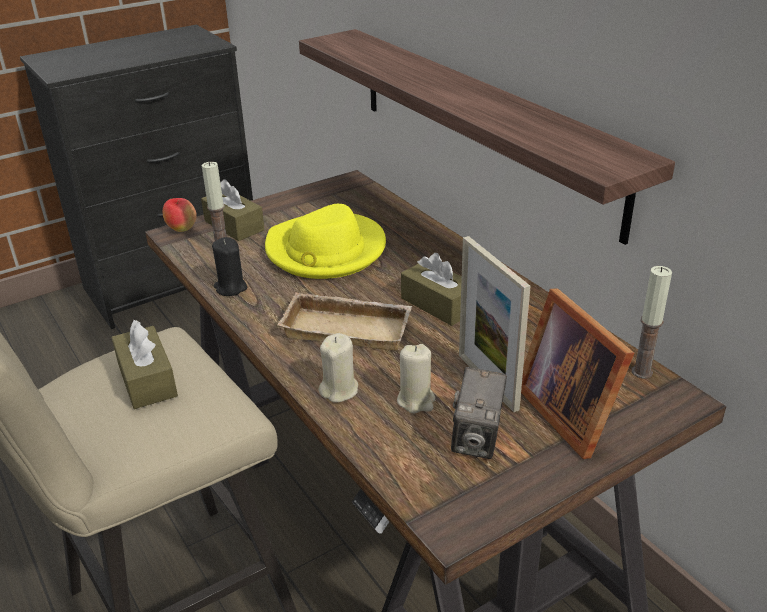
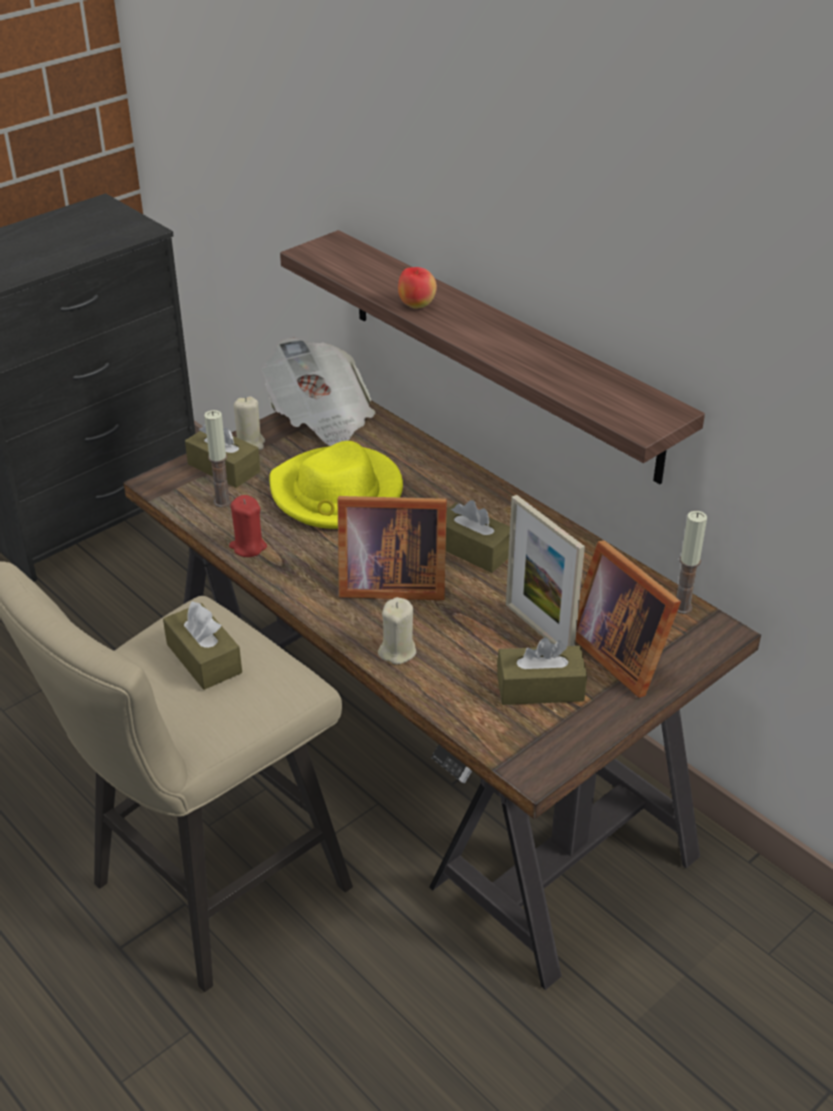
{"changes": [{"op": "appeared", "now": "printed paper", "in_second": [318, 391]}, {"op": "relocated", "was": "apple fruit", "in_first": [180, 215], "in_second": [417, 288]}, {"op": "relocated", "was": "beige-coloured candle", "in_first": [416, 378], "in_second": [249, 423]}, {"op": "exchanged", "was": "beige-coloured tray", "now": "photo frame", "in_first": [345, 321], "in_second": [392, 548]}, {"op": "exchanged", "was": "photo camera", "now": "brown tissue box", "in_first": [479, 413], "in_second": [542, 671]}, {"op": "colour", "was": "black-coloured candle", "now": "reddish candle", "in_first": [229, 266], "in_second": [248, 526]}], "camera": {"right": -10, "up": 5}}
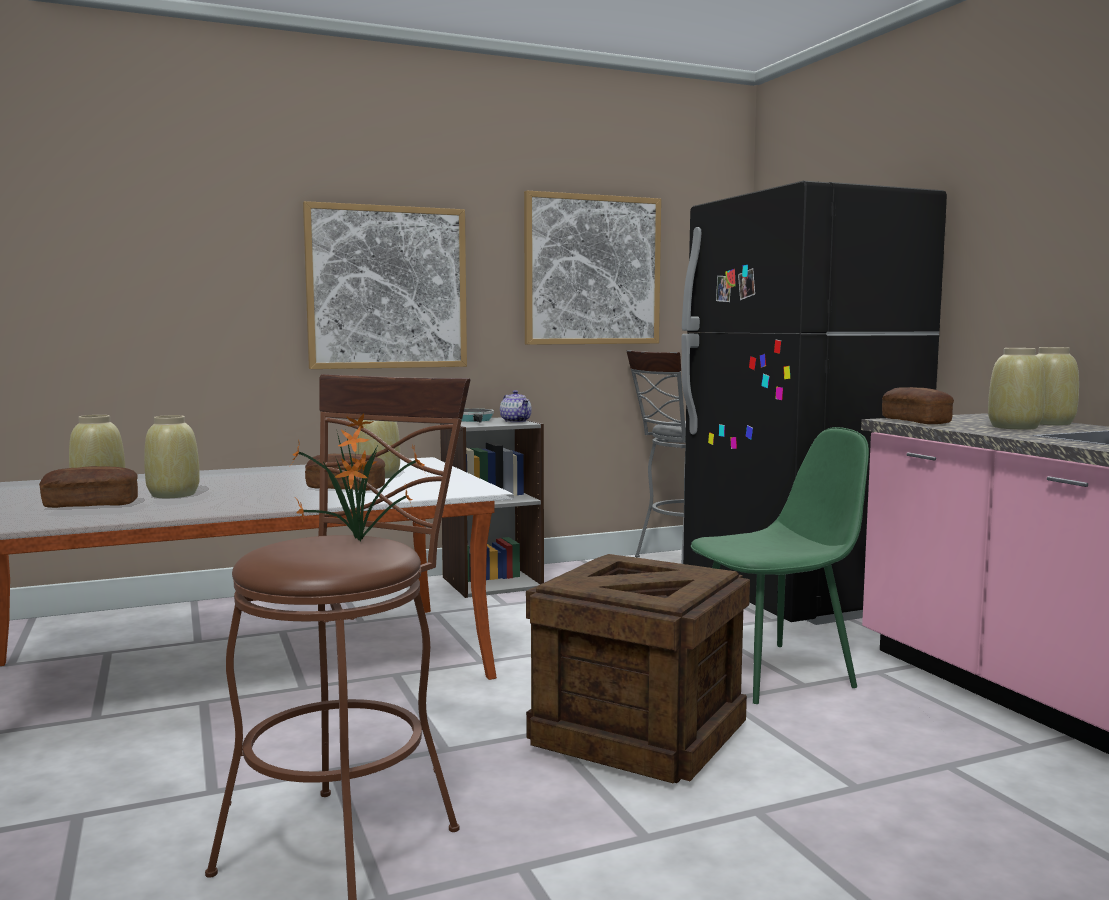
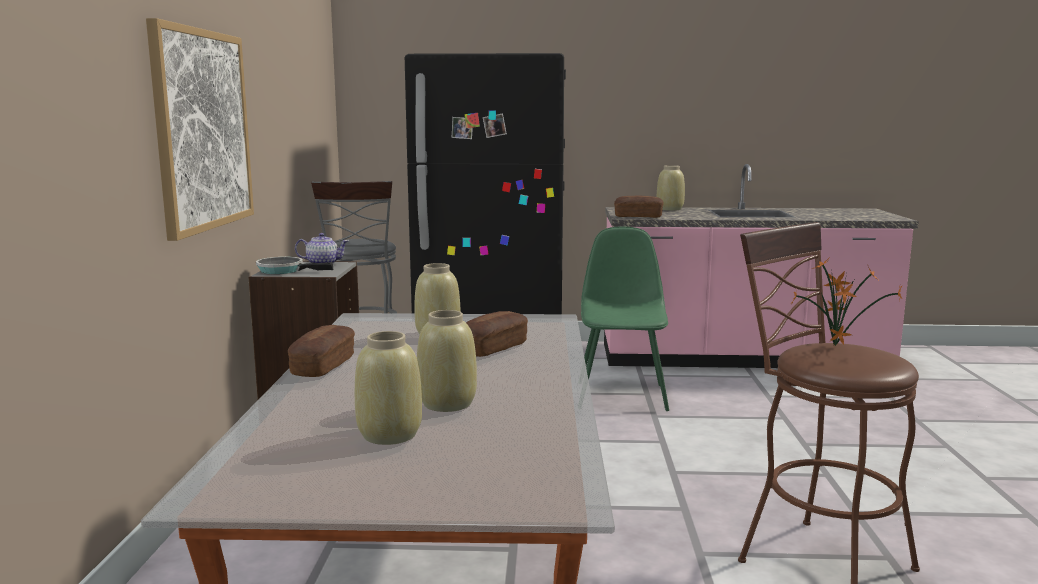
{"changes": [{"op": "missing", "was": "wall art", "in_first": [592, 268]}, {"op": "missing", "was": "crate", "in_first": [638, 669]}, {"op": "missing", "was": "beige-coloured decorative vase", "in_first": [1016, 389]}, {"op": "relocated", "was": "bread", "in_first": [88, 487], "in_second": [321, 351]}], "camera": {"right": -65, "up": 5}}
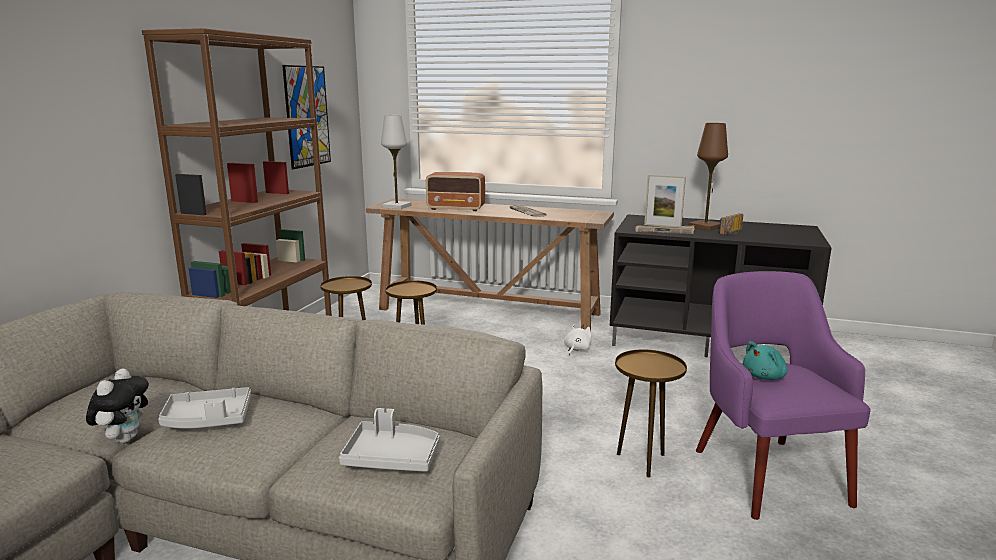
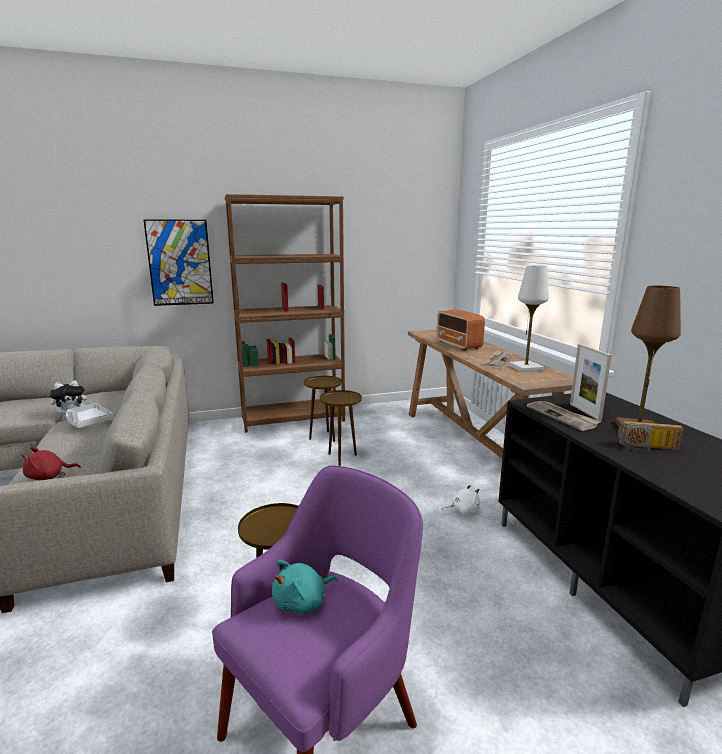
{"changes": [{"op": "relocated", "was": "wall art", "in_first": [306, 117], "in_second": [178, 262]}, {"op": "relocated", "was": "white table lamp", "in_first": [396, 162], "in_second": [529, 319]}, {"op": "exchanged", "was": "greyish tray", "now": "reddish cuddly toy", "in_first": [389, 440], "in_second": [51, 463]}, {"op": "spun", "was": "turquoise cuddly toy", "in_first": [765, 360], "in_second": [305, 586], "clockwise": -60}], "camera": {"right": 55, "up": 0}}
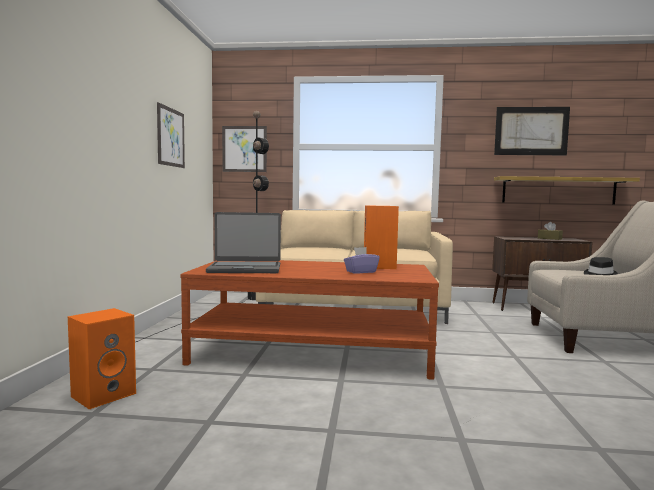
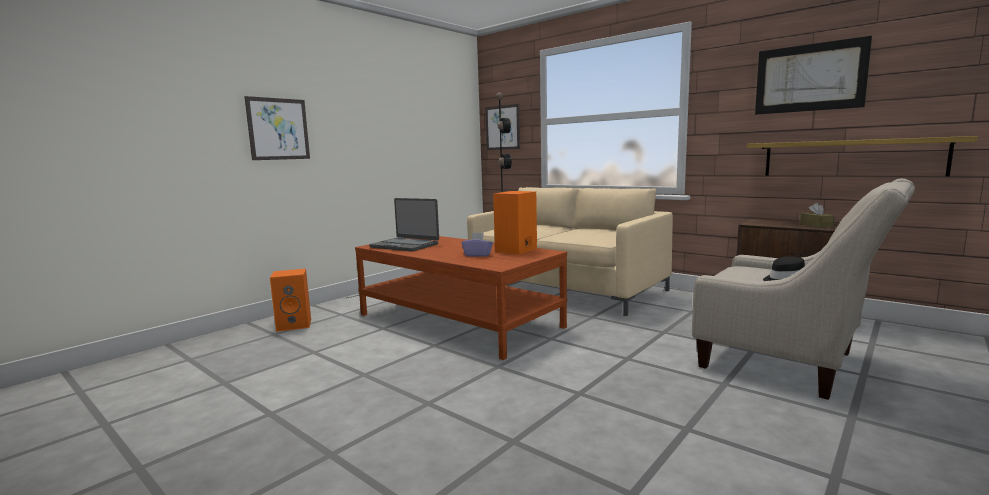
{"changes": [{"op": "relocated", "was": "wall art", "in_first": [171, 135], "in_second": [277, 128]}], "camera": {"right": 35, "up": 5}}
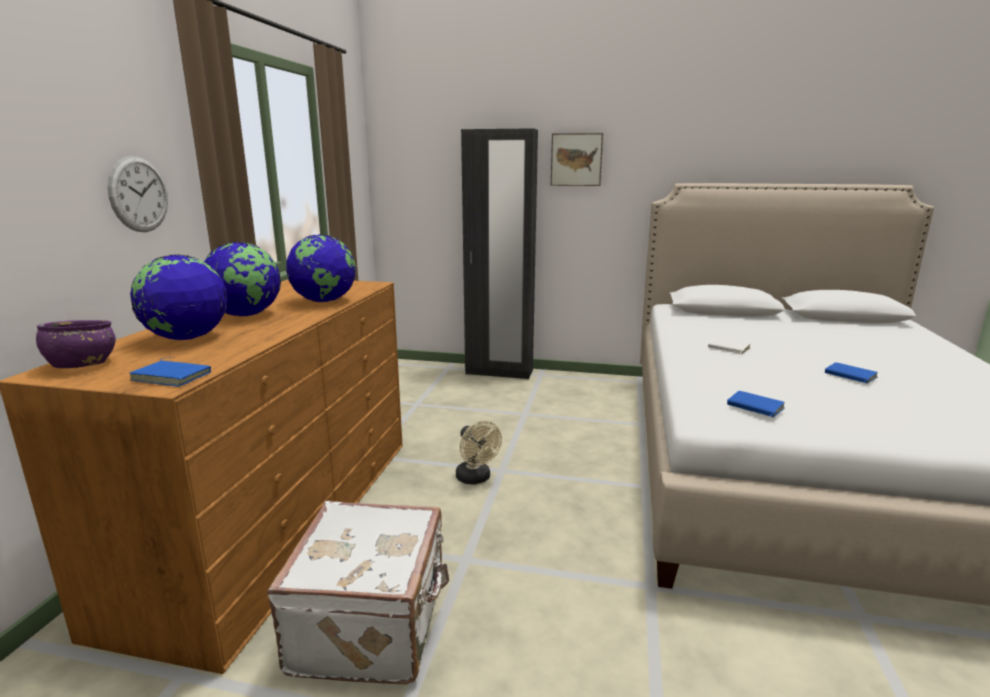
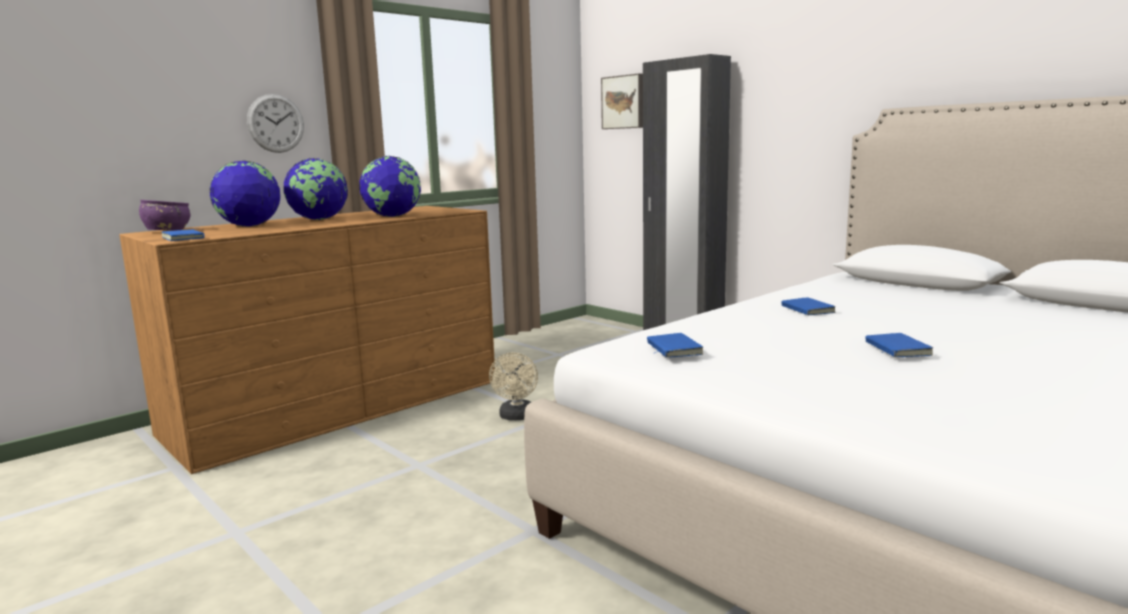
{"changes": [{"op": "missing", "was": "white piece of luggage", "in_first": [358, 592]}, {"op": "relocated", "was": "wall art", "in_first": [577, 159], "in_second": [622, 101]}, {"op": "colour", "was": "white volume", "now": "blue volume", "in_first": [729, 346], "in_second": [808, 306]}], "camera": {"right": 35, "up": -5}}
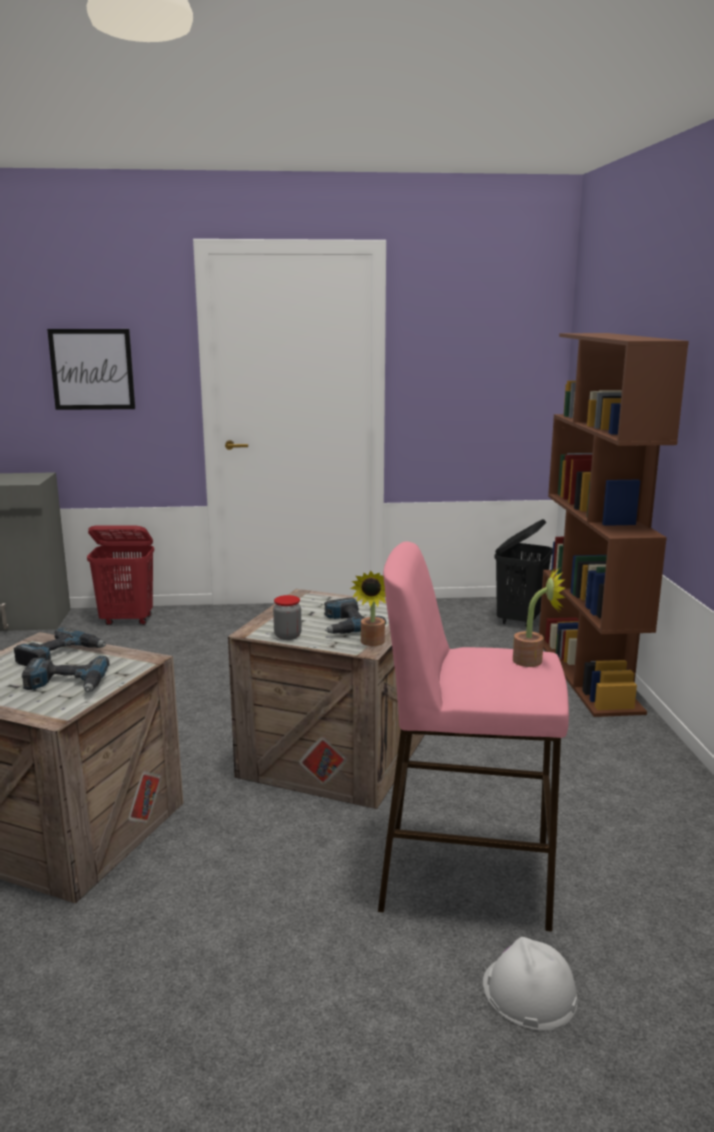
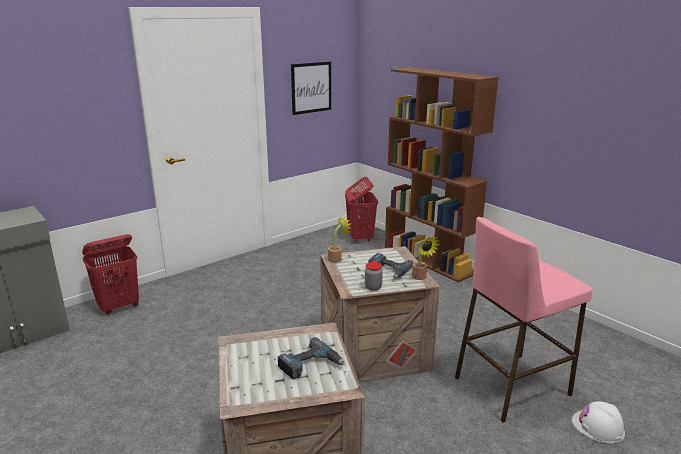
{"changes": [{"op": "missing", "was": "electric drill", "in_first": [60, 646]}, {"op": "relocated", "was": "wall art", "in_first": [91, 369], "in_second": [311, 88]}, {"op": "relocated", "was": "plant in a pot", "in_first": [539, 617], "in_second": [339, 239]}, {"op": "colour", "was": "black-coloured hamper", "now": "reddish hamper", "in_first": [524, 573], "in_second": [361, 209]}], "camera": {"right": -35, "up": 5}}
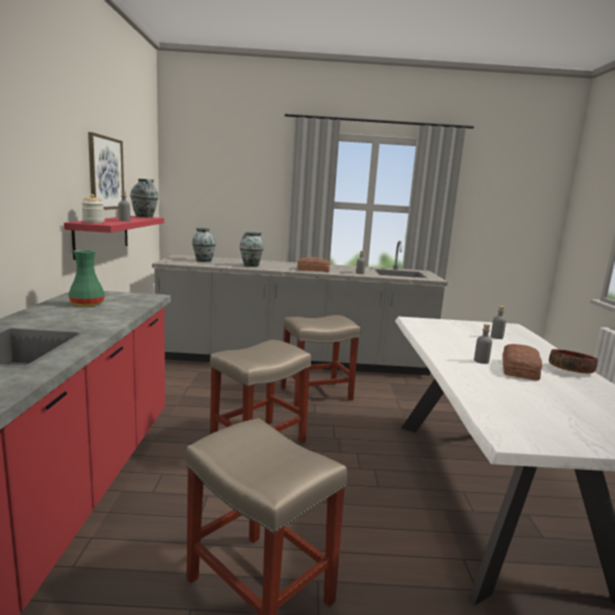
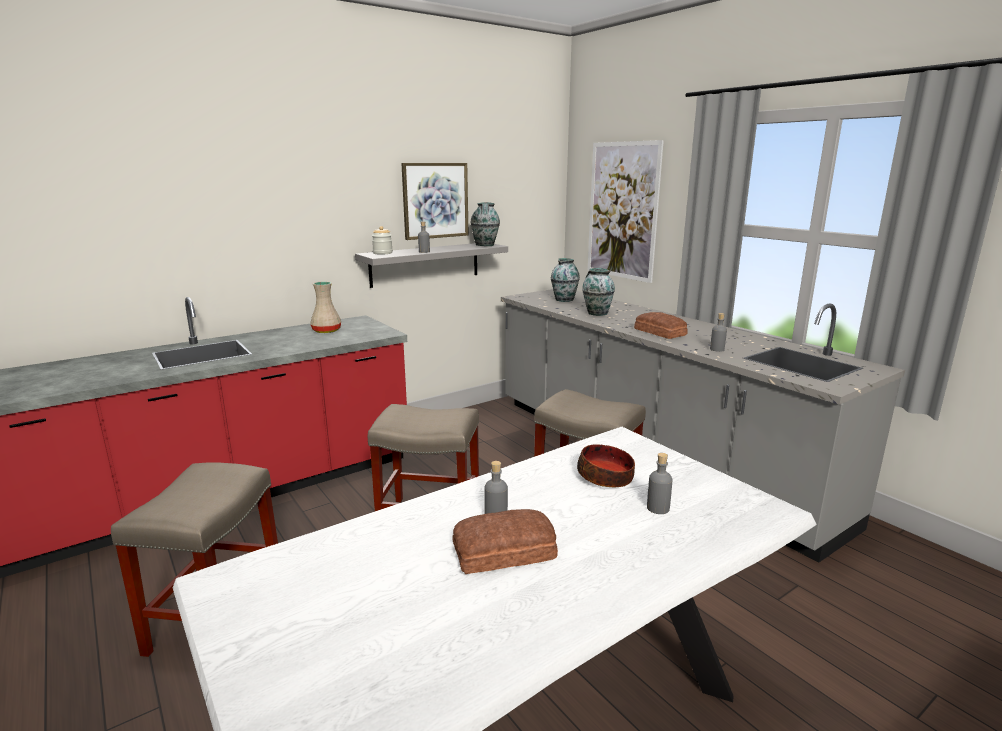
{"changes": [{"op": "appeared", "now": "wall art", "in_second": [626, 211]}, {"op": "relocated", "was": "bowl", "in_first": [573, 361], "in_second": [606, 465]}, {"op": "colour", "was": "reddish bracket shelf", "now": "greyish bracket shelf", "in_first": [114, 238], "in_second": [431, 265]}, {"op": "colour", "was": "green-coloured decorative vase", "now": "beige-coloured decorative vase", "in_first": [87, 278], "in_second": [325, 307]}], "camera": {"right": 55, "up": 5}}
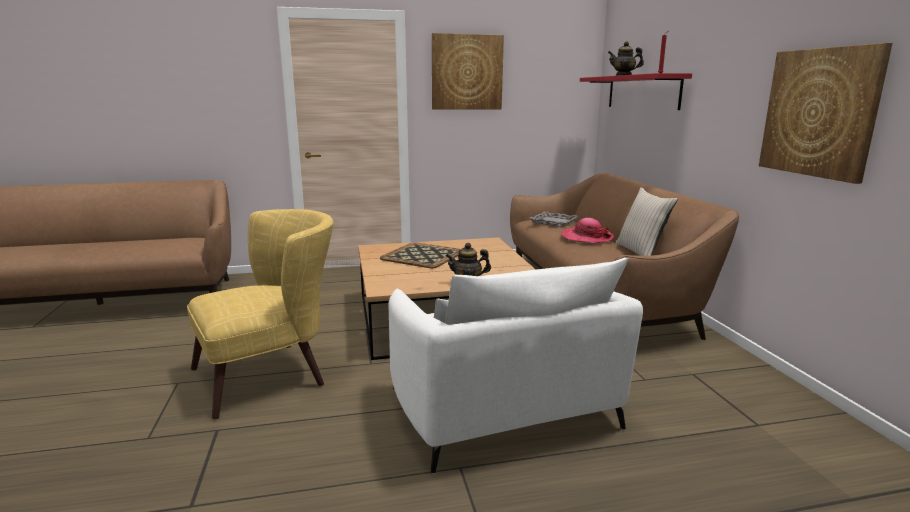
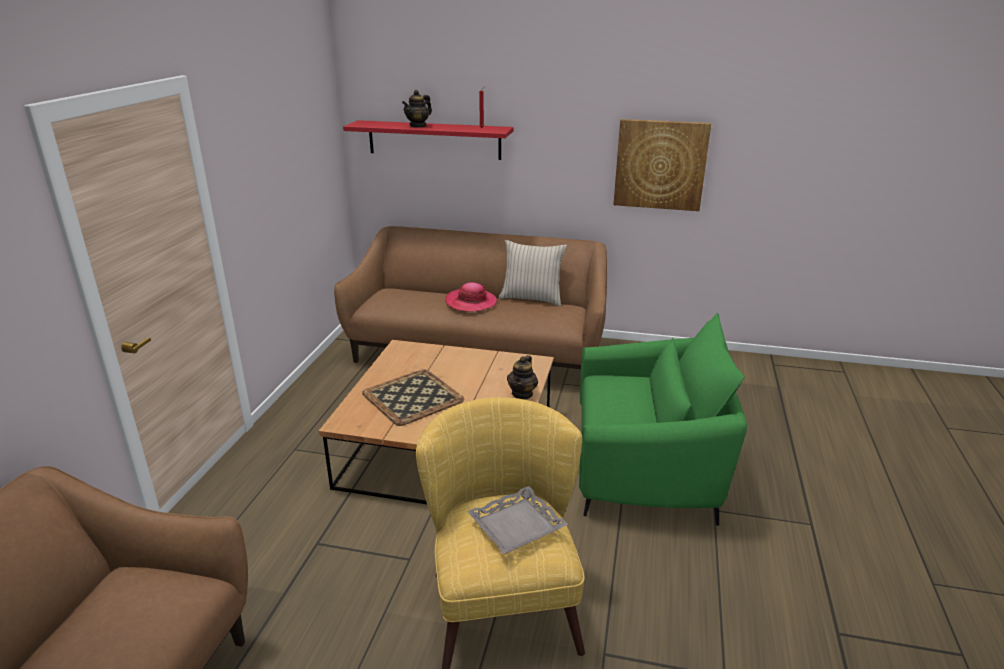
{"changes": [{"op": "missing", "was": "wall art", "in_first": [468, 71]}, {"op": "relocated", "was": "greyish tray", "in_first": [554, 219], "in_second": [517, 520]}, {"op": "colour", "was": "white lounge chair", "now": "green-coloured lounge chair", "in_first": [515, 366], "in_second": [663, 419]}], "camera": {"right": -65, "up": 10}}
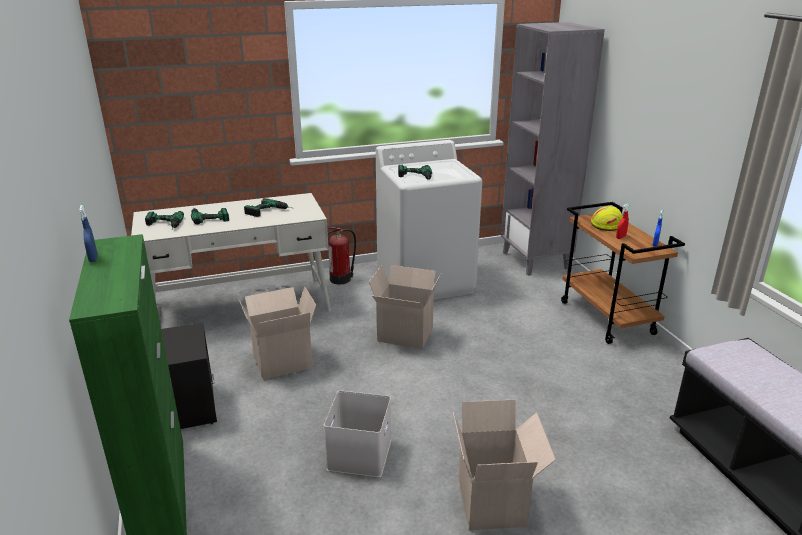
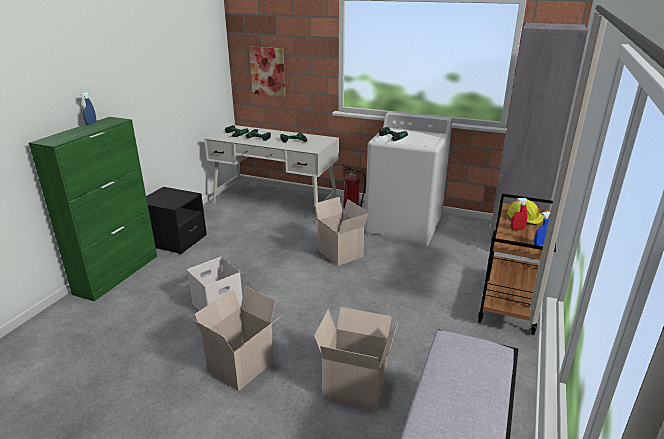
{"changes": [{"op": "appeared", "now": "wall art", "in_second": [267, 71]}, {"op": "relocated", "was": "carton", "in_first": [277, 333], "in_second": [356, 359]}], "camera": {"right": 40, "up": 0}}
